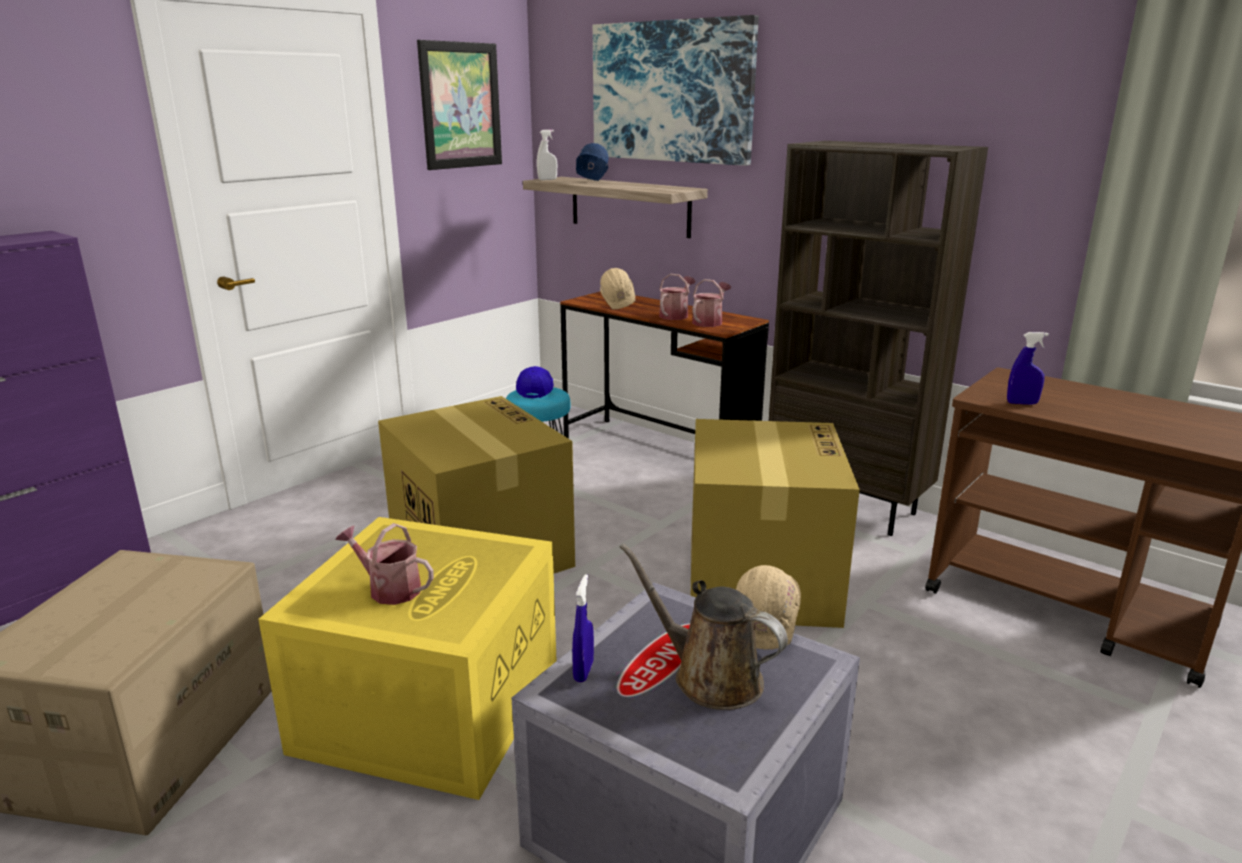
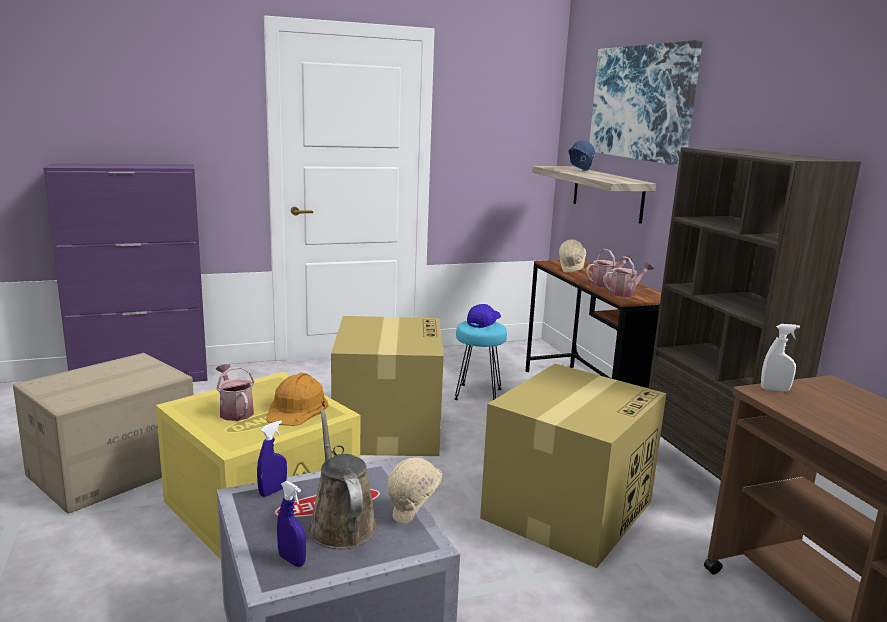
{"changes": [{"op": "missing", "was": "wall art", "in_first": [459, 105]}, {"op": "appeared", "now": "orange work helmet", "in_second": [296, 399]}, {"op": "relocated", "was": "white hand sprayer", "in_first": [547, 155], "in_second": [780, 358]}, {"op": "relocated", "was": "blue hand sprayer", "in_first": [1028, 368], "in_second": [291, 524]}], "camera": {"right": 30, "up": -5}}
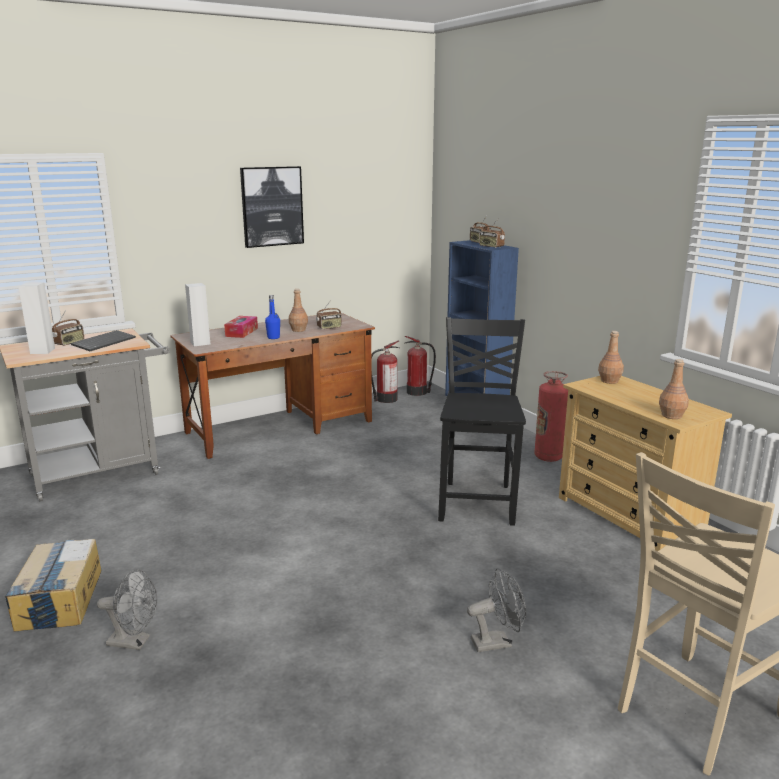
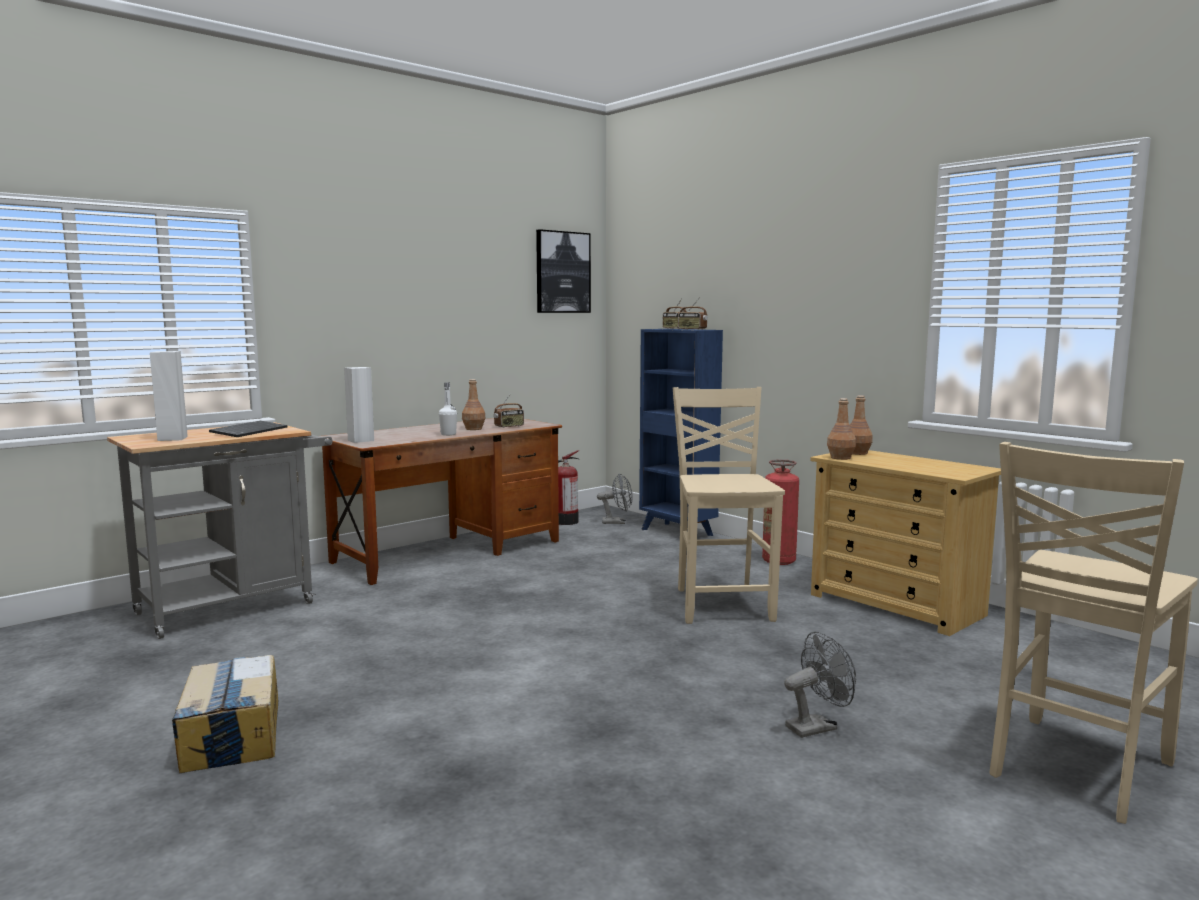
{"changes": [{"op": "missing", "was": "radio receiver", "in_first": [68, 328]}, {"op": "missing", "was": "tissue box", "in_first": [241, 327]}, {"op": "missing", "was": "fire extinguisher", "in_first": [420, 366]}, {"op": "relocated", "was": "greyish electric fan", "in_first": [127, 609], "in_second": [615, 498]}, {"op": "relocated", "was": "wall art", "in_first": [272, 207], "in_second": [563, 271]}, {"op": "relocated", "was": "brown bottle", "in_first": [674, 389], "in_second": [841, 429]}, {"op": "colour", "was": "blue bottle", "now": "white bottle", "in_first": [272, 317], "in_second": [448, 409]}, {"op": "colour", "was": "black-coloured plain chair", "now": "beige-coloured plain chair", "in_first": [482, 421], "in_second": [729, 505]}], "camera": {"right": -10, "up": -10}}
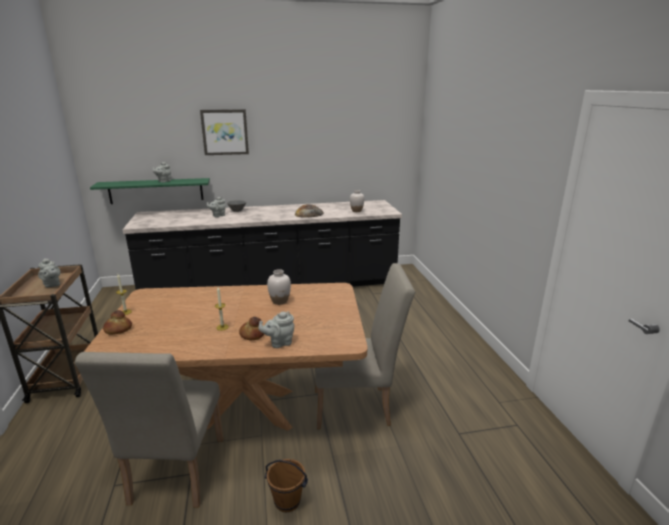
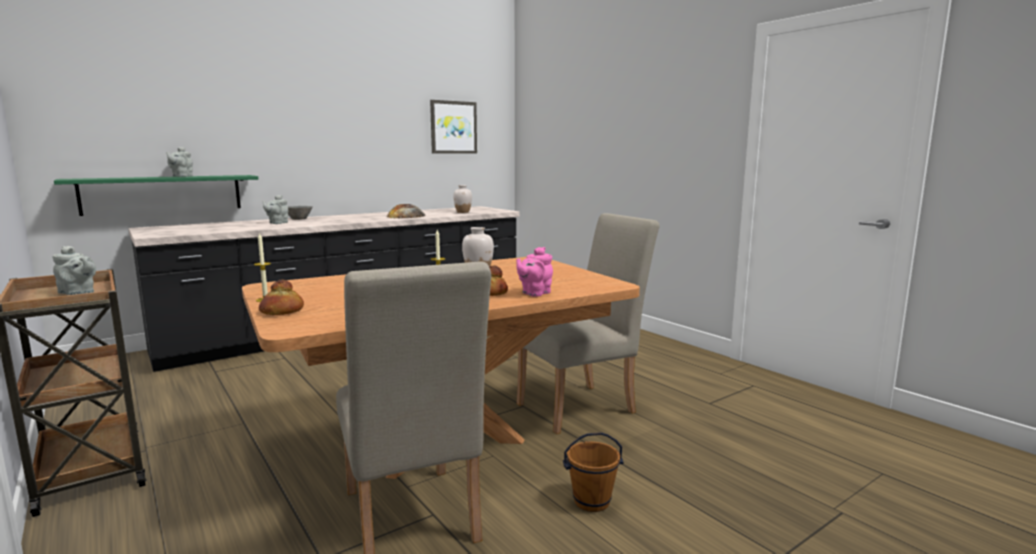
{"changes": [{"op": "relocated", "was": "wall art", "in_first": [224, 132], "in_second": [453, 127]}, {"op": "colour", "was": "greyish tea pot", "now": "pinkish tea pot", "in_first": [276, 329], "in_second": [534, 272]}], "camera": {"right": -25, "up": -10}}
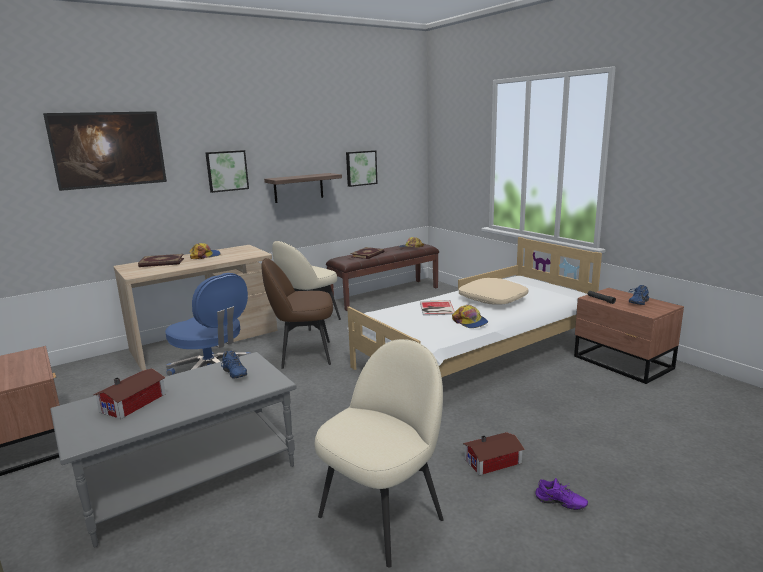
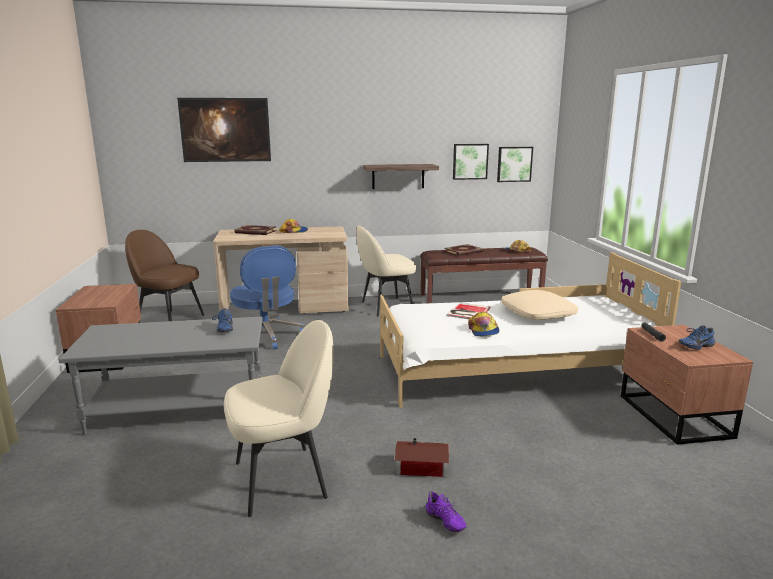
{"changes": [{"op": "missing", "was": "model house", "in_first": [129, 393]}, {"op": "relocated", "was": "wall art", "in_first": [227, 171], "in_second": [515, 164]}, {"op": "relocated", "was": "brown plain chair", "in_first": [297, 313], "in_second": [164, 275]}], "camera": {"right": 25, "up": 0}}
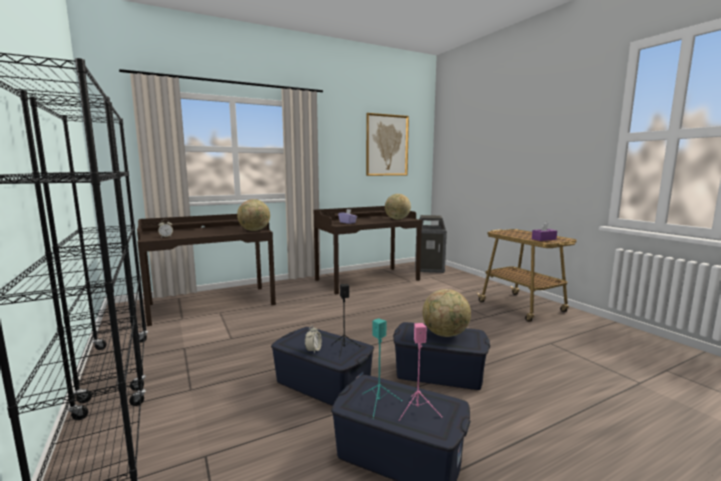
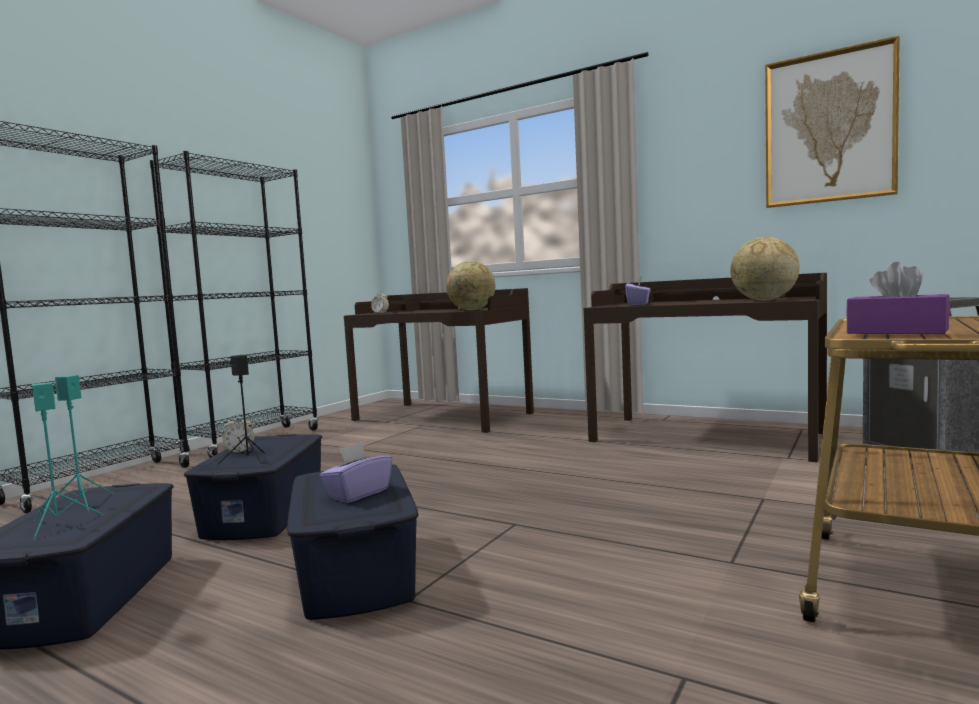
{"changes": [{"op": "exchanged", "was": "globe", "now": "purple-coloured tissue box", "in_first": [447, 313], "in_second": [356, 472]}, {"op": "colour", "was": "pinkish speaker", "now": "turquoise speaker", "in_first": [420, 372], "in_second": [68, 461]}], "camera": {"right": 60, "up": -5}}
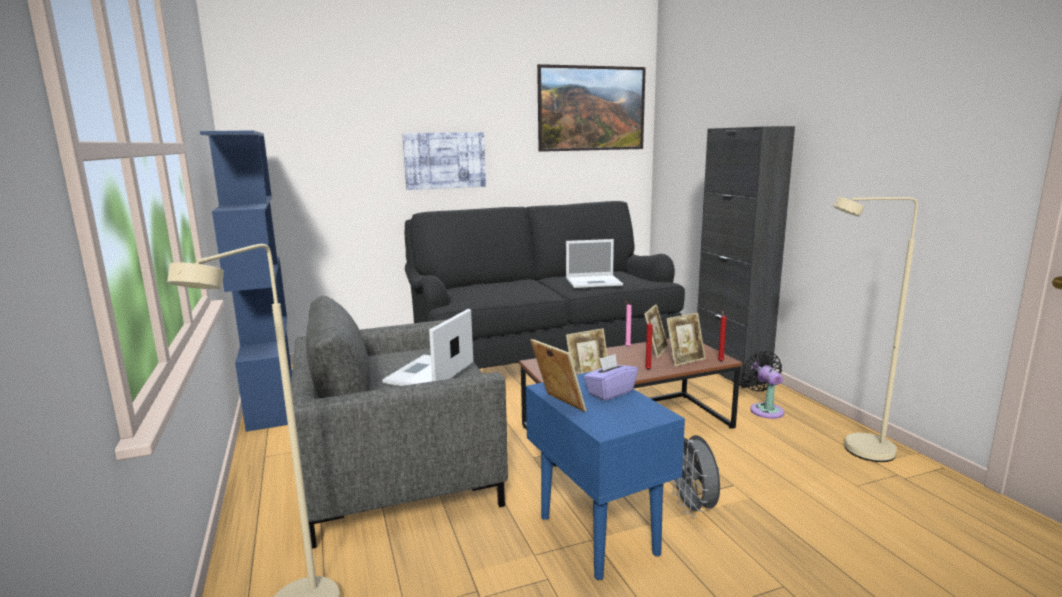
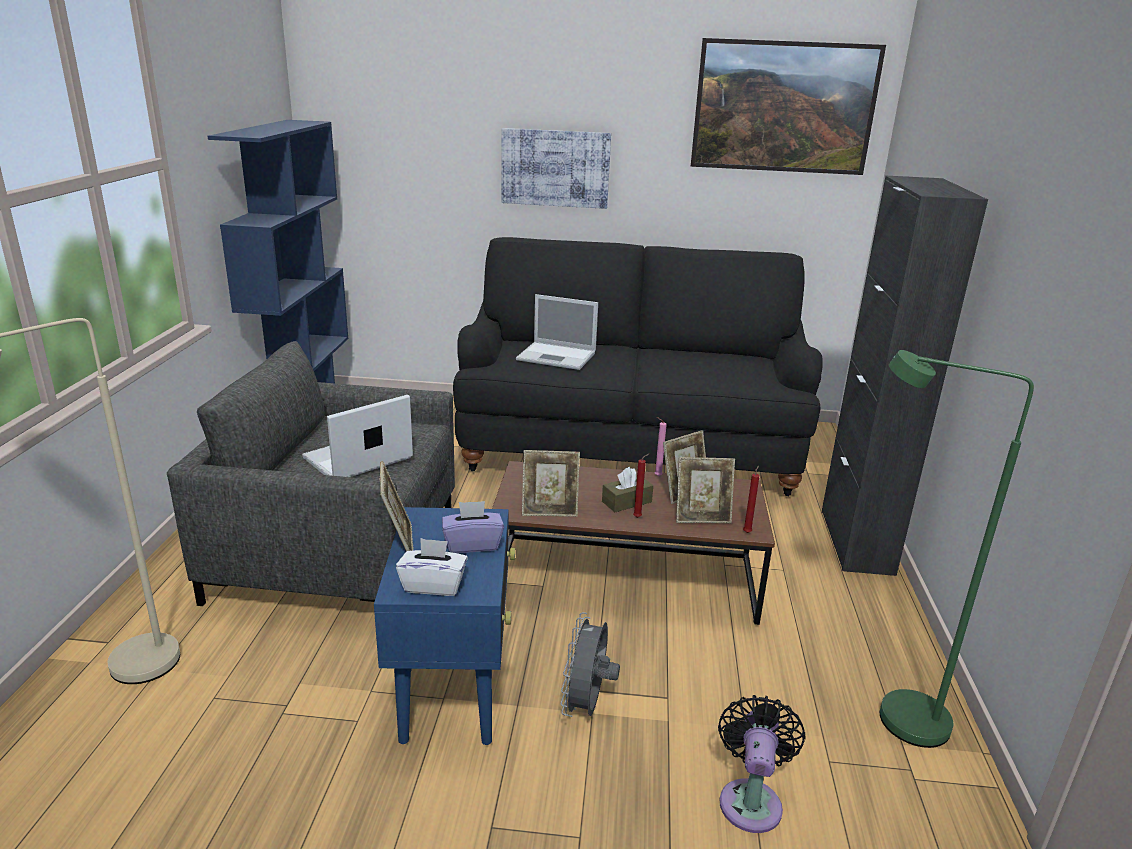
{"changes": [{"op": "appeared", "now": "white tissue box", "in_second": [432, 567]}, {"op": "appeared", "now": "brown tissue box", "in_second": [627, 489]}, {"op": "relocated", "was": "laptop", "in_first": [594, 263], "in_second": [557, 332]}, {"op": "relocated", "was": "black-coloured electric fan", "in_first": [763, 385], "in_second": [761, 764]}, {"op": "colour", "was": "beige-coloured floor lamp", "now": "green-coloured floor lamp", "in_first": [875, 329], "in_second": [957, 549]}], "camera": {"right": 25, "up": 10}}
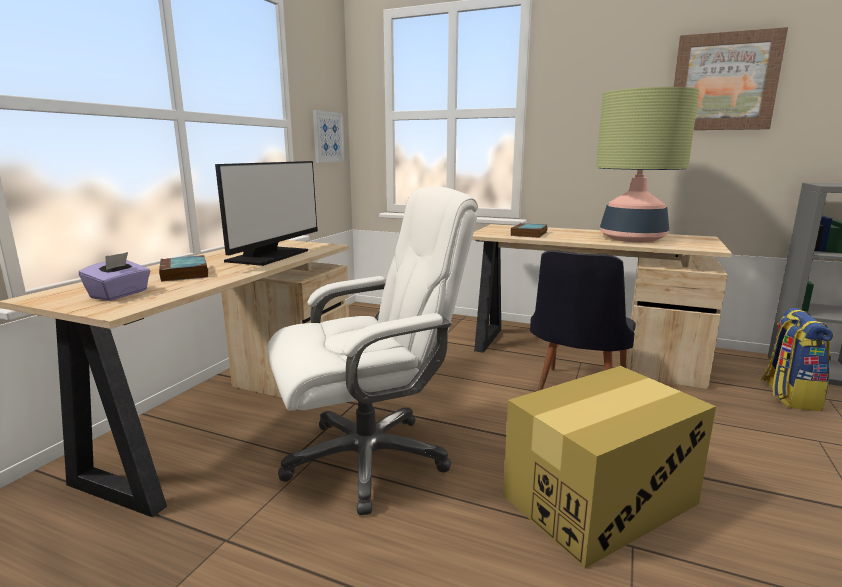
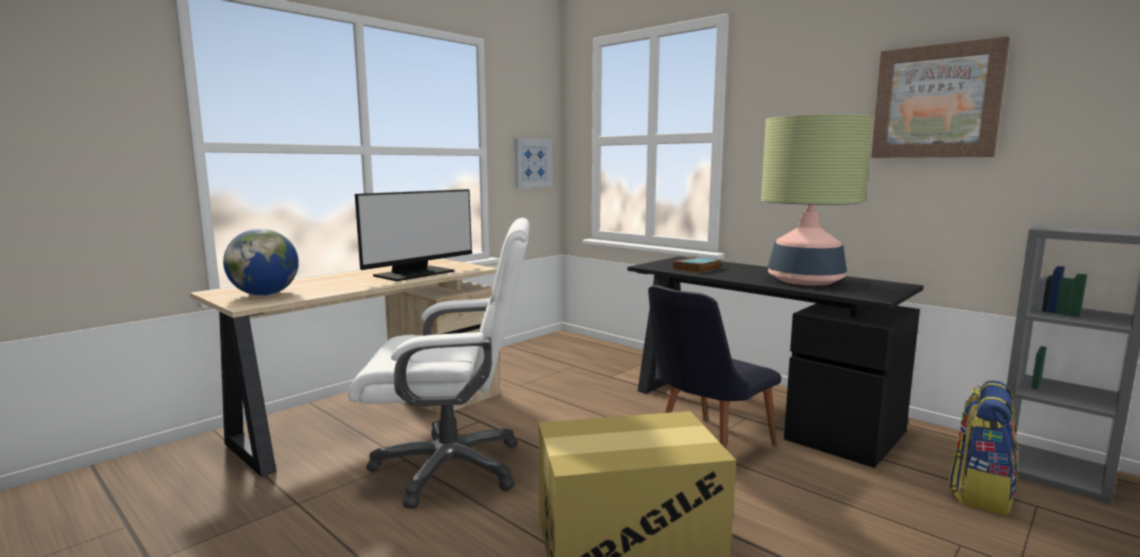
{"changes": [{"op": "missing", "was": "volume", "in_first": [183, 268]}, {"op": "exchanged", "was": "purple-coloured tissue box", "now": "globe", "in_first": [114, 276], "in_second": [261, 262]}, {"op": "colour", "was": "beige-coloured desk table", "now": "black-coloured desk table", "in_first": [602, 306], "in_second": [775, 362]}], "camera": {"right": 20, "up": -5}}
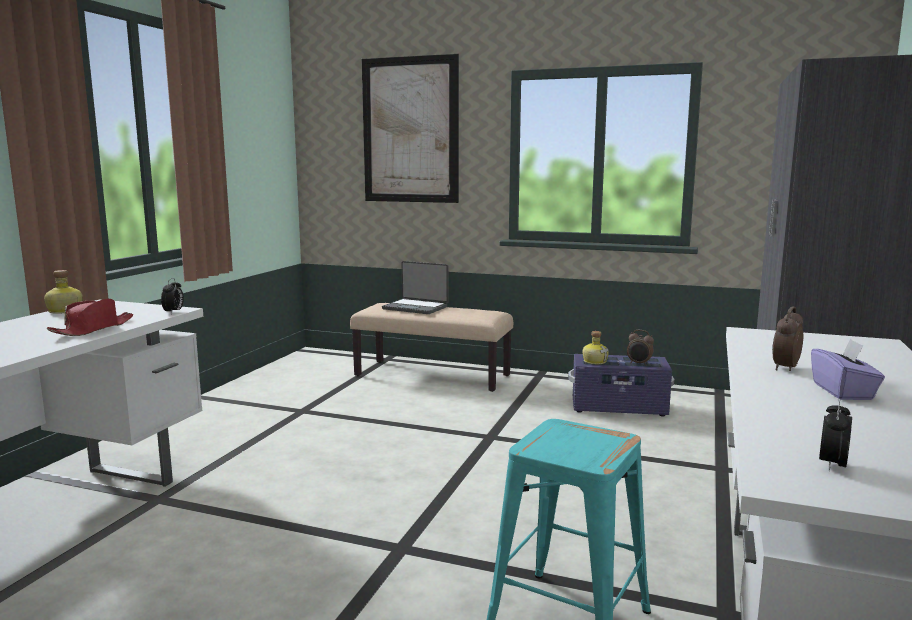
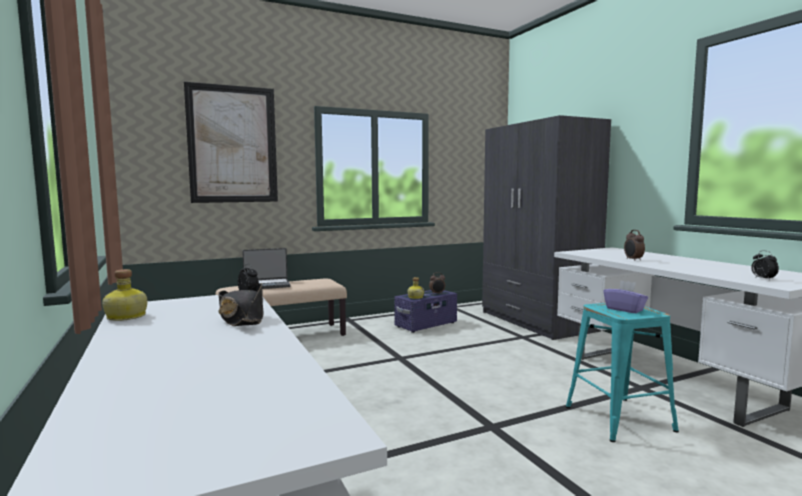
{"changes": [{"op": "relocated", "was": "purple-coloured tissue box", "in_first": [848, 369], "in_second": [625, 296]}, {"op": "colour", "was": "reddish hat", "now": "black-coloured hat", "in_first": [90, 317], "in_second": [241, 304]}], "camera": {"right": -45, "up": -5}}
